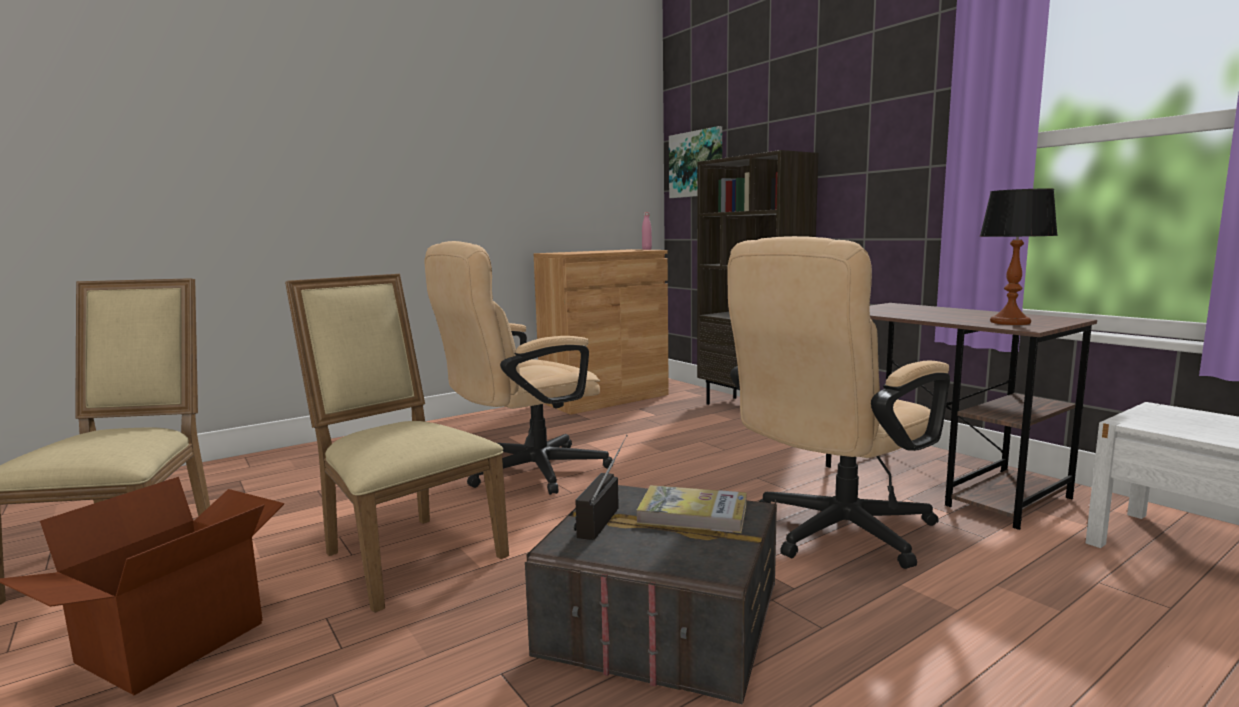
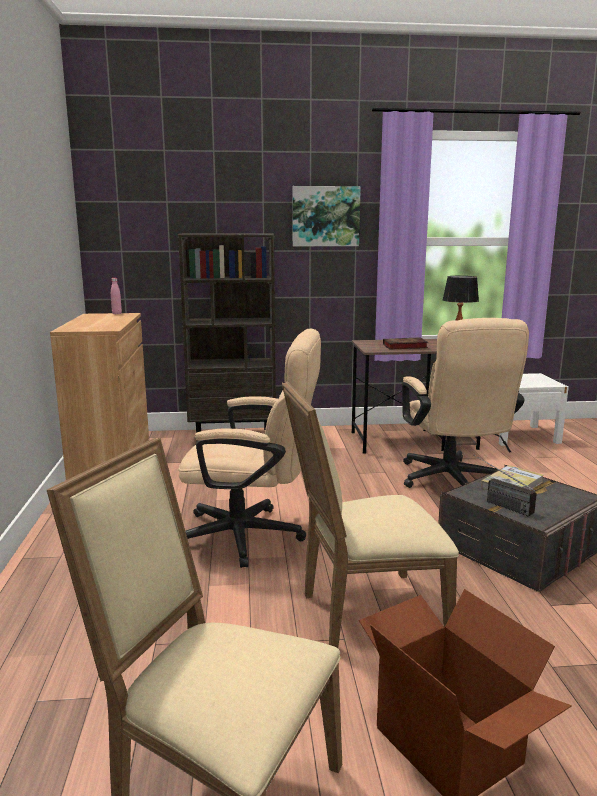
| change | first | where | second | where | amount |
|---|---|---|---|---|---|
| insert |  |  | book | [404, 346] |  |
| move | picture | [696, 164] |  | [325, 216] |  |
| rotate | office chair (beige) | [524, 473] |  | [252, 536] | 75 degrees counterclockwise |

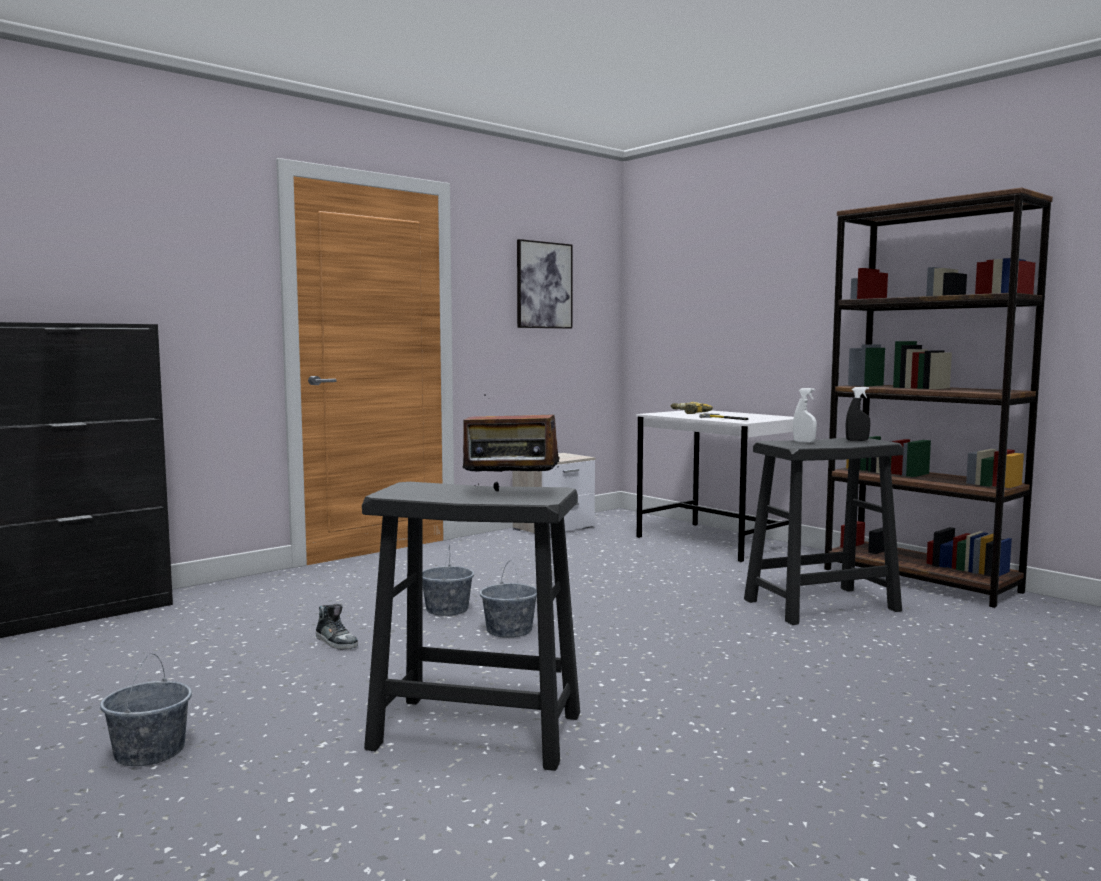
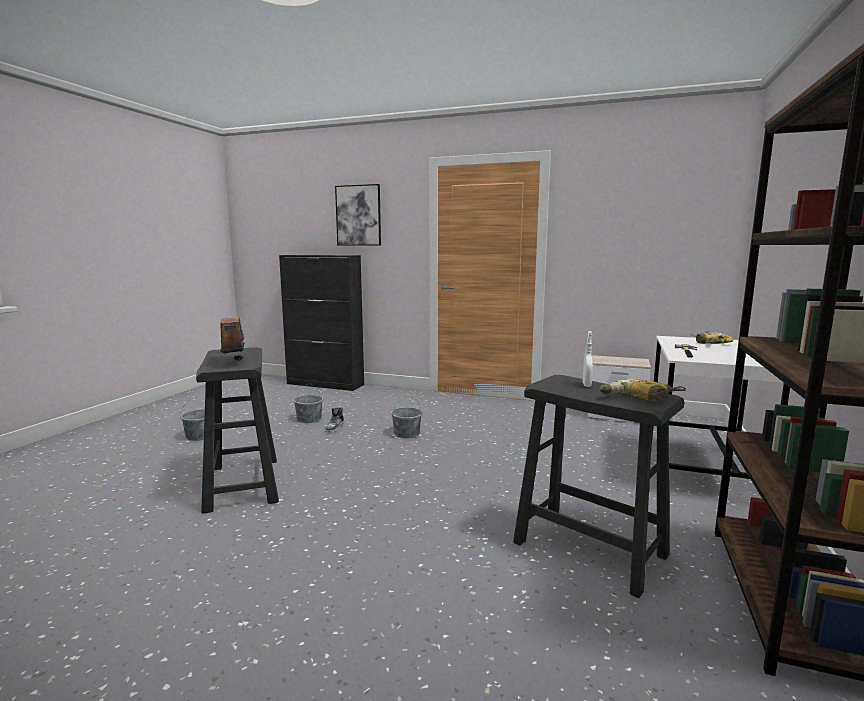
| change | first | where | second | where | amount |
|---|---|---|---|---|---|
| move | bucket (grey) | [509, 630] |  | [309, 419] |  |
| move | picture | [544, 285] |  | [358, 215] |  |
| replace | spray bottle (black) | [857, 440] | power drill | [639, 397] |  |

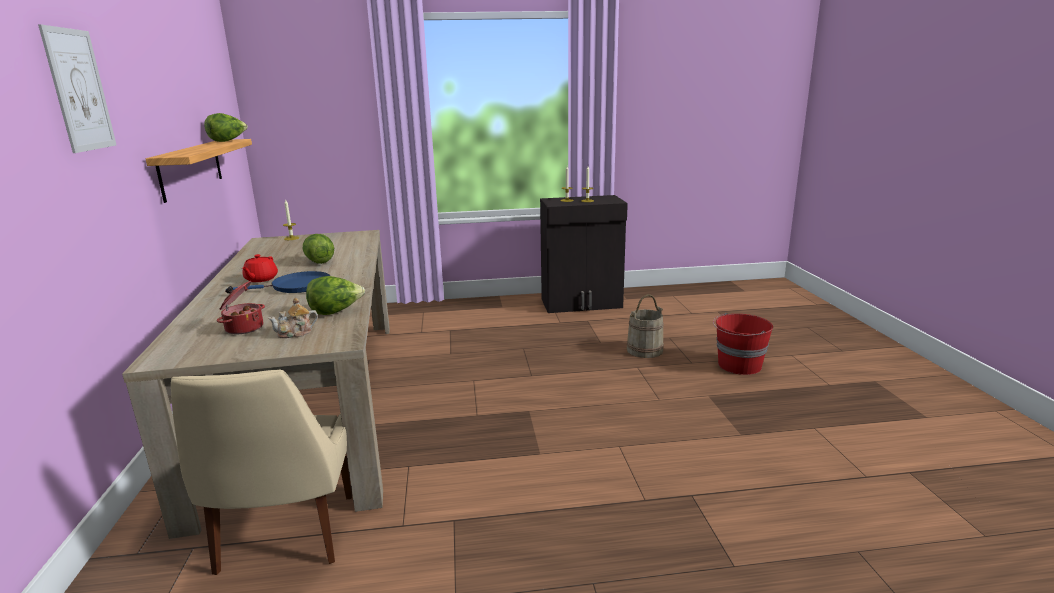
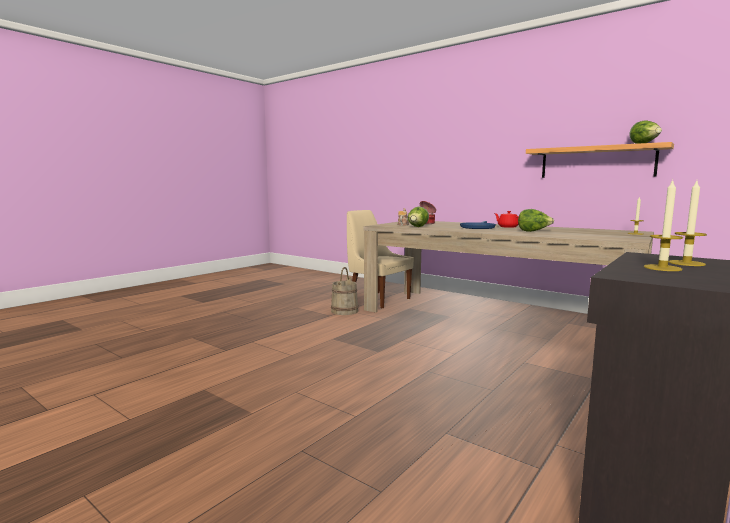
| change | first | where | second | where | amount |
|---|---|---|---|---|---|
| delete | picture | [79, 90] |  |  |  |
| delete | bucket (red) | [739, 365] |  |  |  |
| move | bucket (beige) | [644, 350] |  | [344, 311] |  |

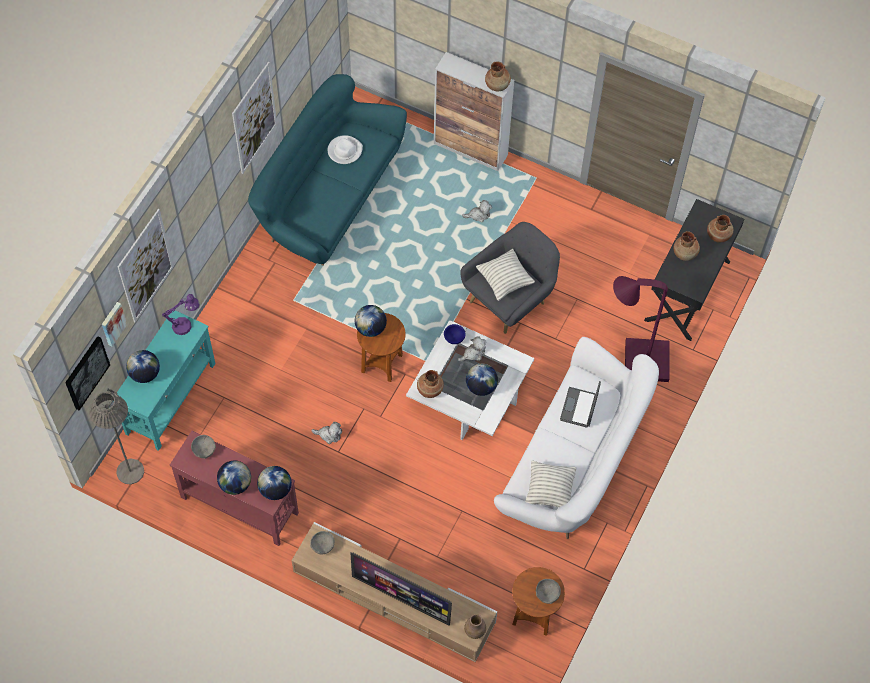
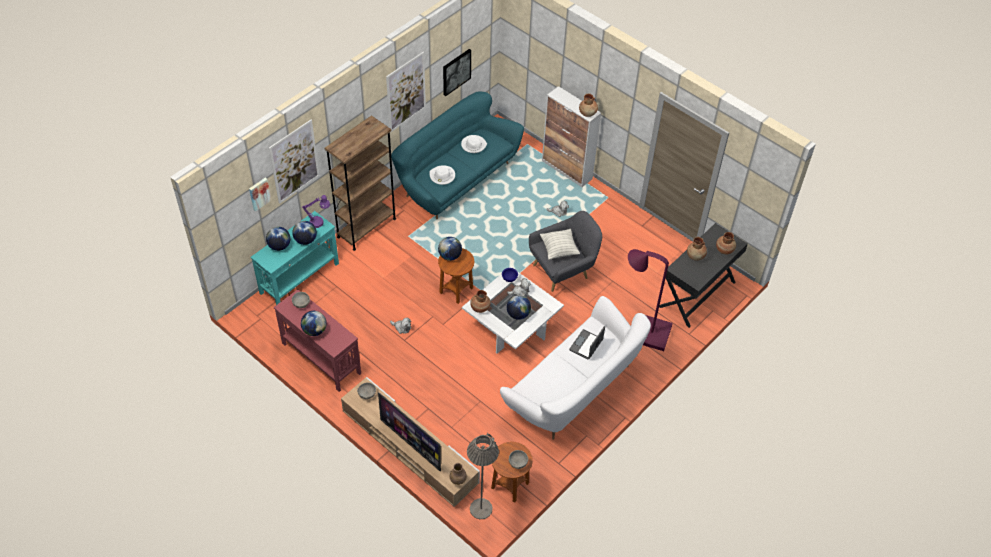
| change | first | where | second | where | amount |
|---|---|---|---|---|---|
| delete | pillow | [549, 491] |  |  |  |
| insert |  |  | bookcase (brown) | [366, 228] |  |
| insert |  |  | hat (white) | [442, 176] |  |
| move | picture | [86, 372] |  | [456, 72] |  |
| move | floor lamp (grey) | [130, 471] |  | [481, 509] |  |
| move | globe | [275, 489] |  | [305, 240] |  |

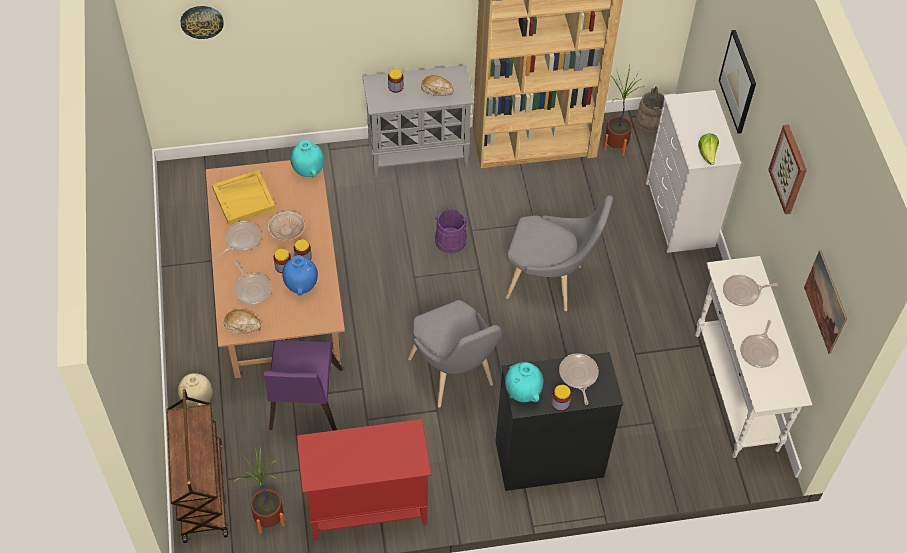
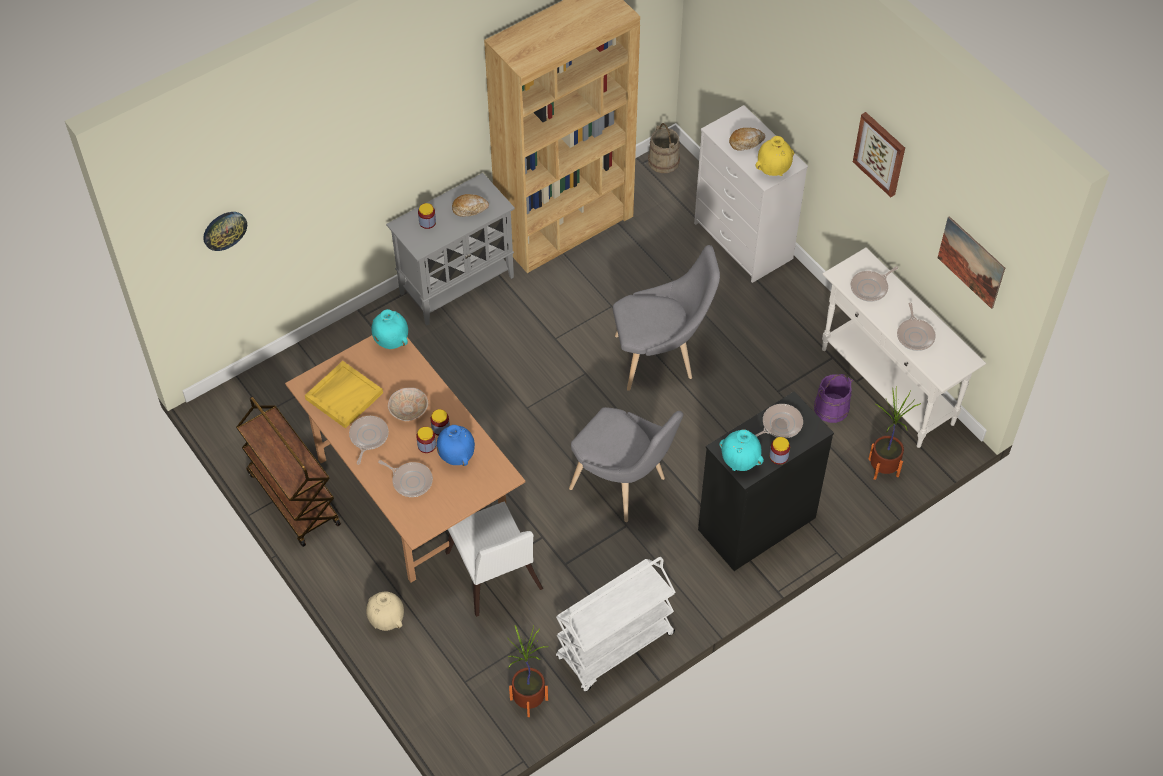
| change | first | where | second | where | amount |
|---|---|---|---|---|---|
| delete | picture | [738, 81] |  |  |  |
| move | cart (brown) | [202, 491] |  | [293, 498] |  |
| move | bread | [242, 324] |  | [746, 142] |  |
| move | bucket (purple) | [450, 240] |  | [831, 408] |  |
| move | potted plant | [615, 145] |  | [883, 468] |  |
| replace | cabinet (red) | [366, 508] | cart (white) | [615, 647] |  |
| replace | lettuce | [707, 155] | vase (yellow) | [773, 170] |  |
| recolor | chair (purple) | [304, 404] | chair (white) | [495, 577] |  |
| rotate | frying pan | [578, 375] |  | [780, 424] | 90 degrees clockwise |

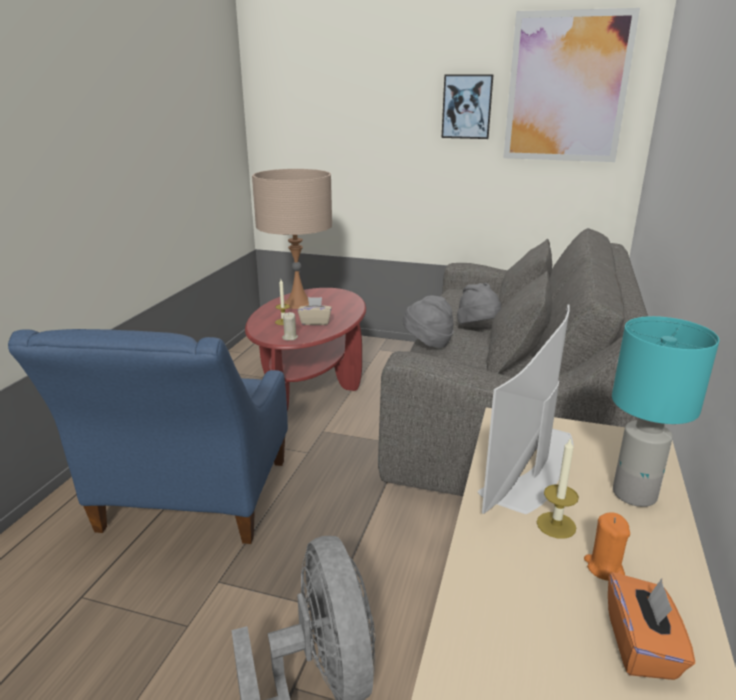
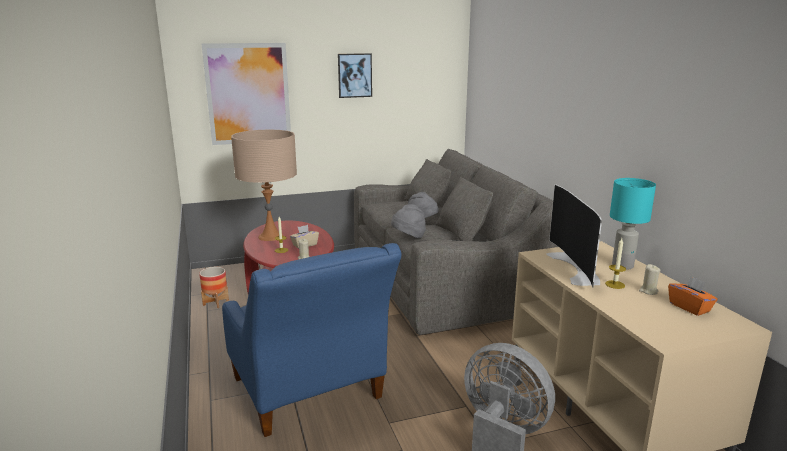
| change | first | where | second | where | amount |
|---|---|---|---|---|---|
| insert |  |  | planter | [216, 302] |  |
| move | picture | [566, 88] |  | [248, 94] |  |
| recolor | candle (orange) | [604, 567] | candle (beige) | [648, 291] |  |

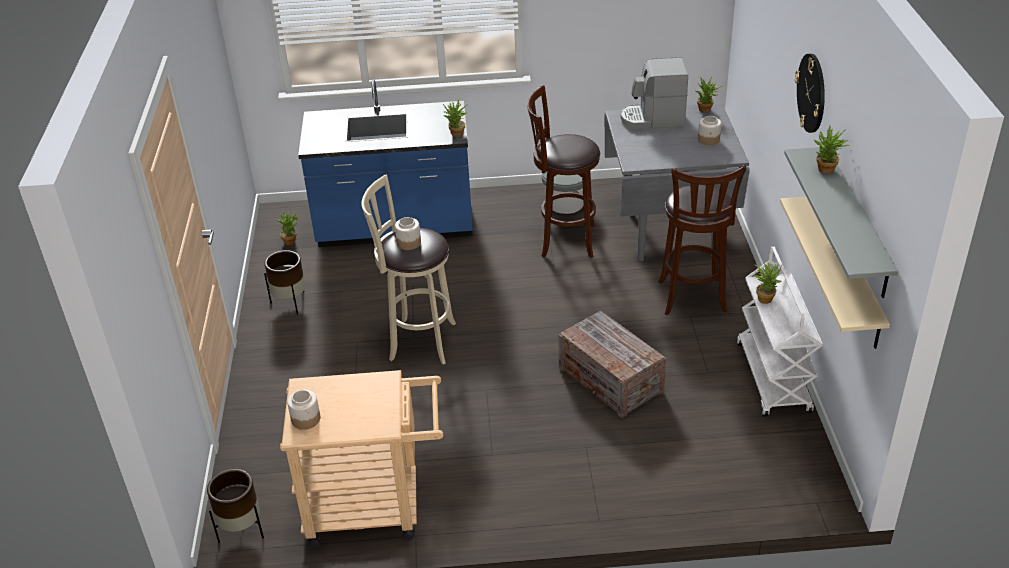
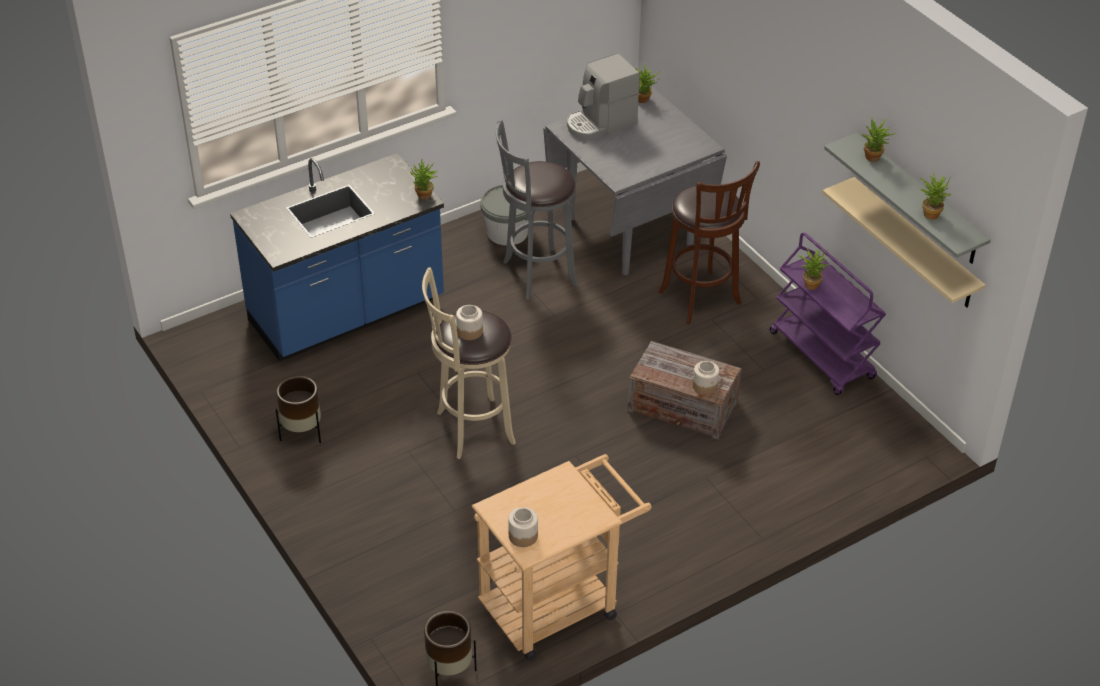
| change | first | where | second | where | amount |
|---|---|---|---|---|---|
| delete | wall clock | [811, 93] |  |  |  |
| move | potted plant | [291, 240] |  | [930, 213] |  |
| move | jar | [708, 140] |  | [705, 386] |  |
| recolor | stool (brown) | [564, 240] | stool (grey) | [535, 274] |  |
| recolor | cart (white) | [773, 378] | cart (purple) | [822, 356] |  |

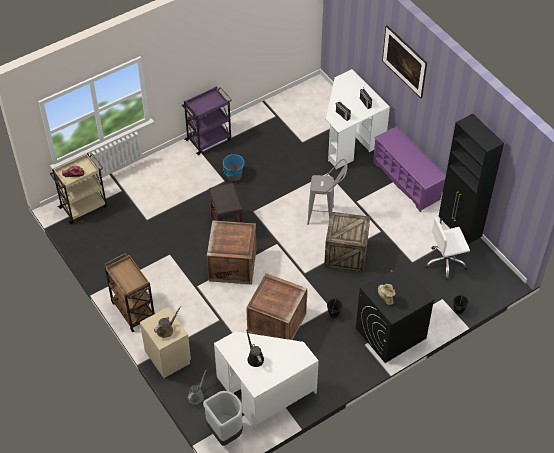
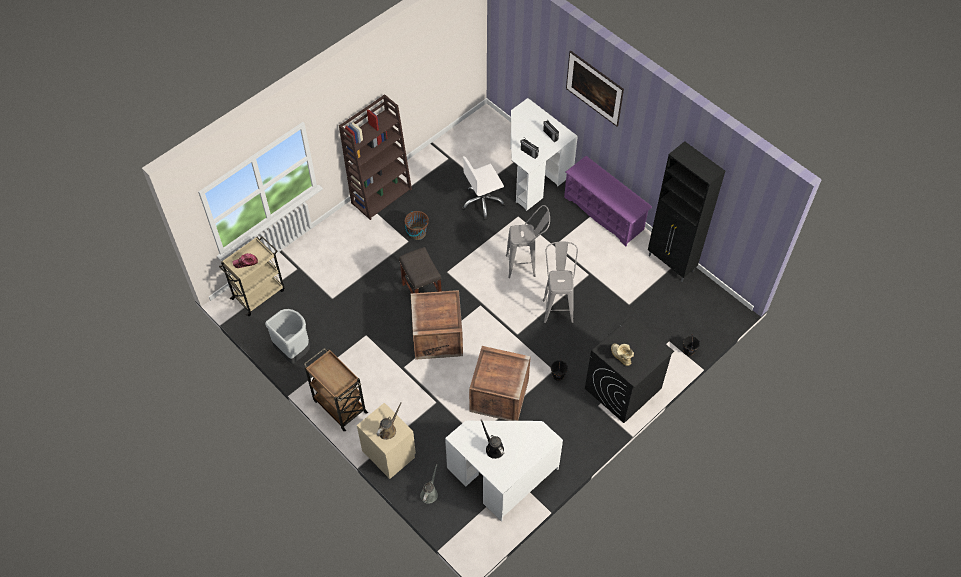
| change | first | where | second | where | amount |
|---|---|---|---|---|---|
| move | trash can (grey) | [225, 432] |  | [294, 351] |  |
| move | office chair (white) | [445, 262] |  | [482, 202] |  |
| replace | cart (purple) | [209, 139] | bookcase (brown) | [381, 195] |  |
| replace | crate | [346, 254] | stool (grey) | [557, 306] |  |
| recolor | bucket (blue) | [234, 175] | bucket (brown) | [417, 233] |  |

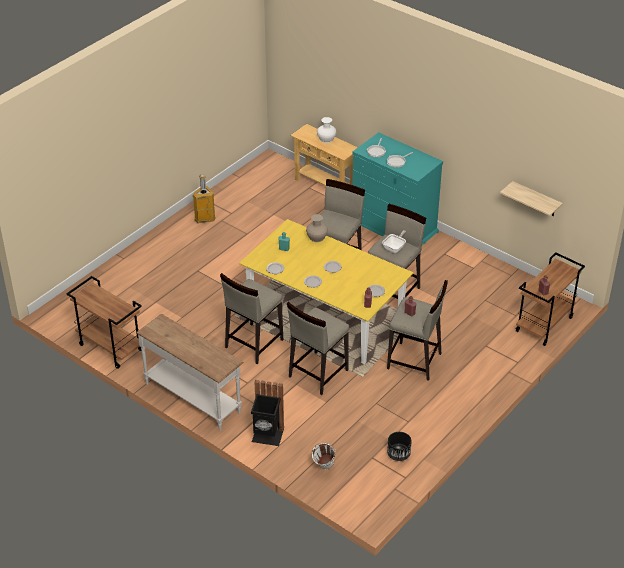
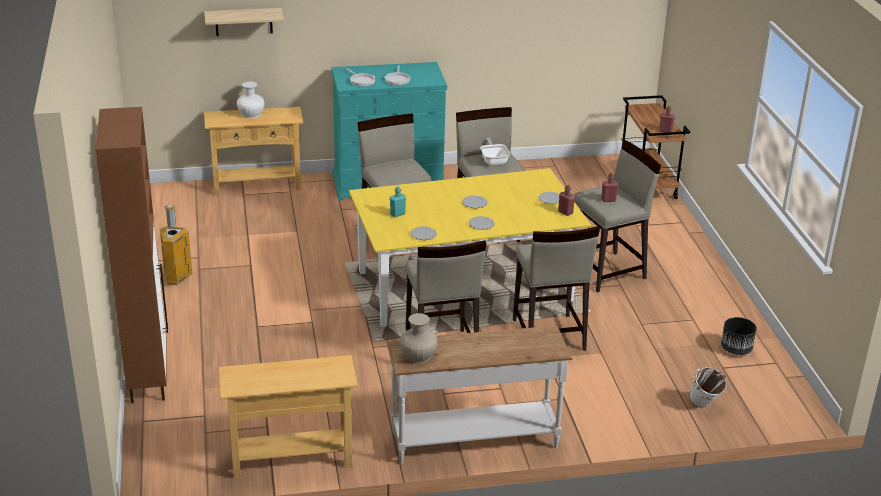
| change | first | where | second | where | amount |
|---|---|---|---|---|---|
| delete | trash can (black) | [267, 436] |  |  |  |
| insert |  |  | cabinet (brown) | [148, 377] |  |
| move | vase (beige) | [316, 237] |  | [418, 355] |  |
| move | shelf | [536, 199] |  | [243, 21] |  |
| replace | cart (brown) | [110, 347] | console table (beige) | [291, 459] |  |

